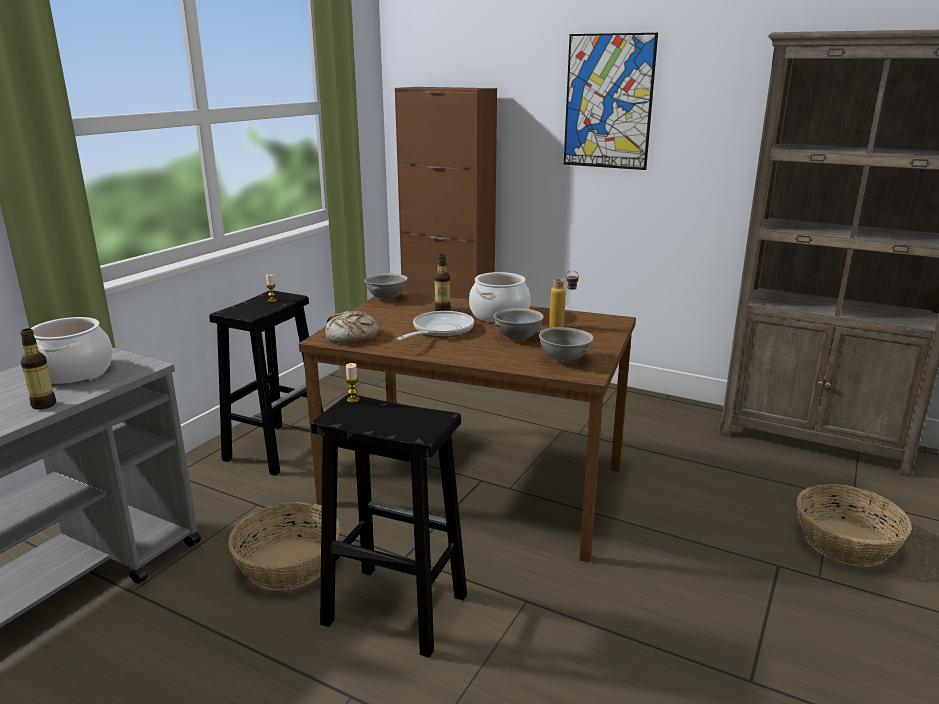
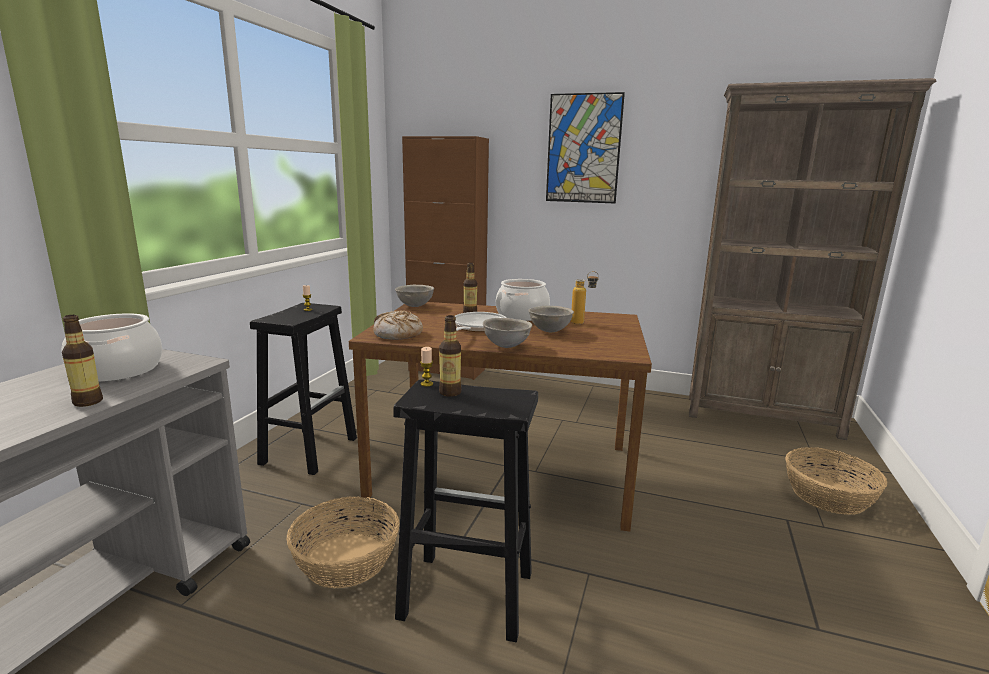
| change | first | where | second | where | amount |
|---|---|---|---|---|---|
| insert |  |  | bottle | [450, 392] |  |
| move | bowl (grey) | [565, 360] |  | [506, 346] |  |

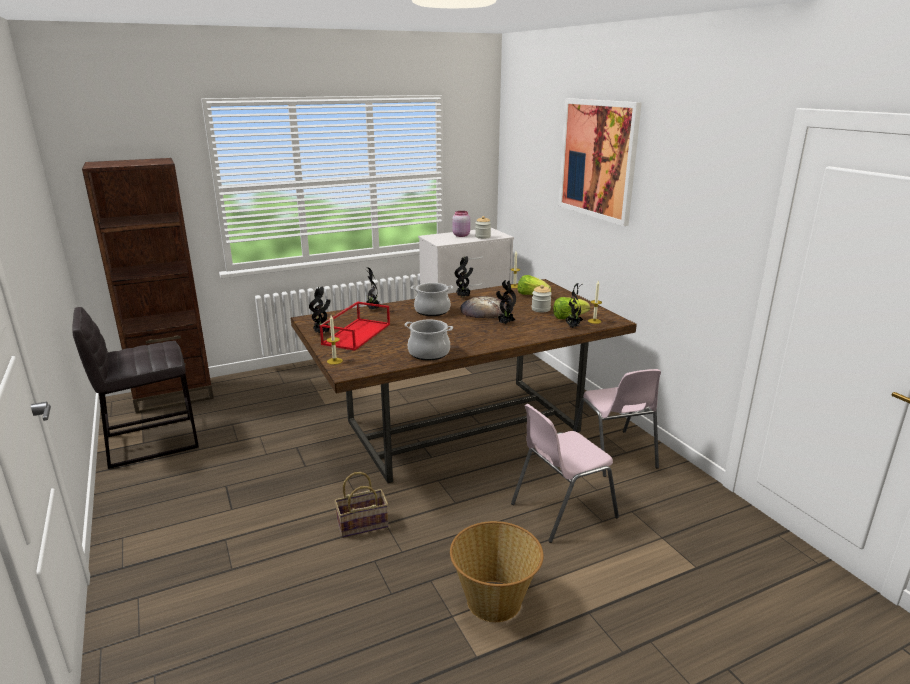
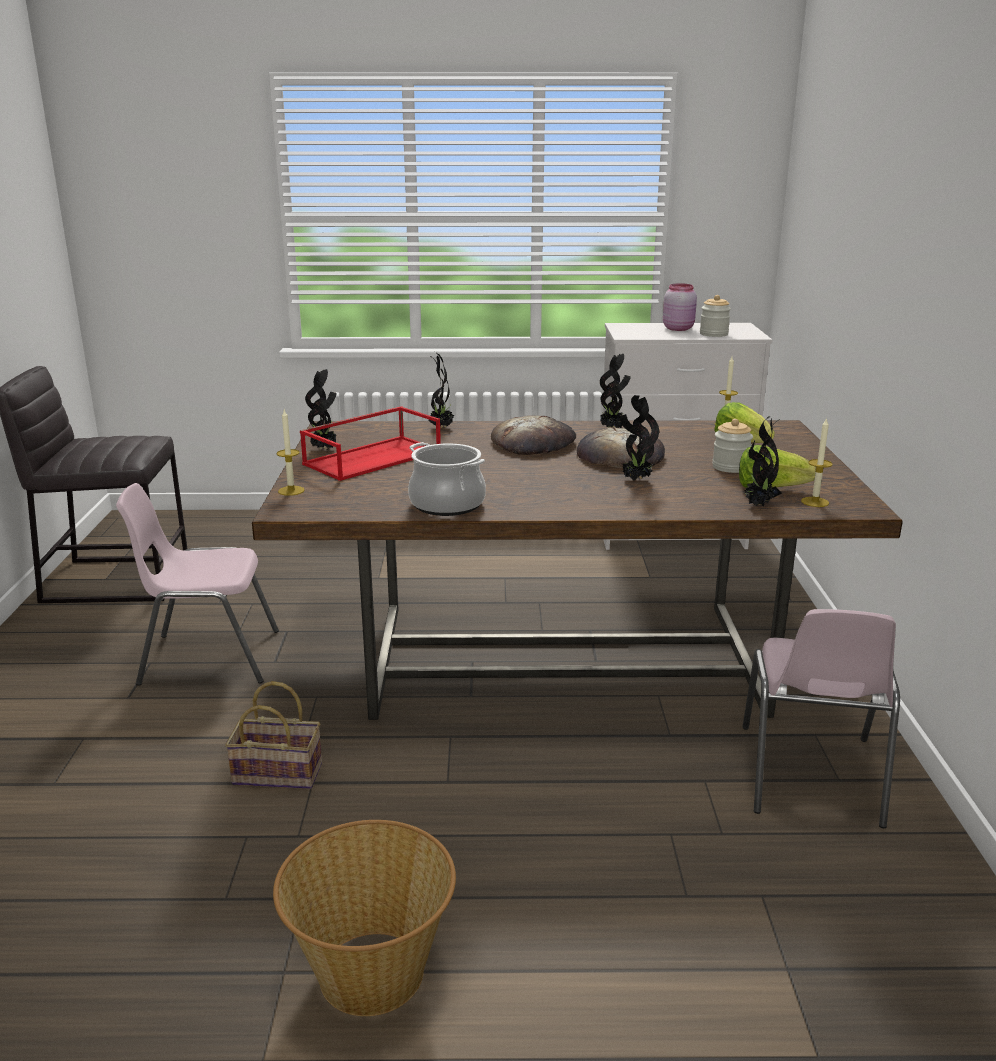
| change | first | where | second | where | amount |
|---|---|---|---|---|---|
| delete | bookcase (brown) | [174, 395] |  |  |  |
| delete | picture | [597, 159] |  |  |  |
| move | chair (pink) | [561, 510] |  | [208, 657] |  |
| replace | cooking pot | [432, 311] | bread | [533, 442] |  |

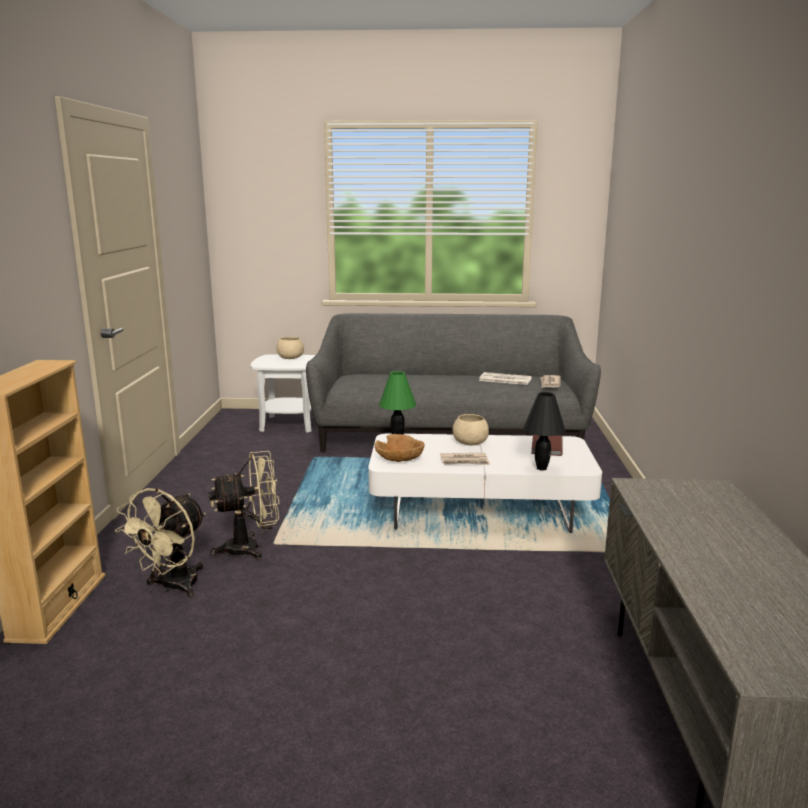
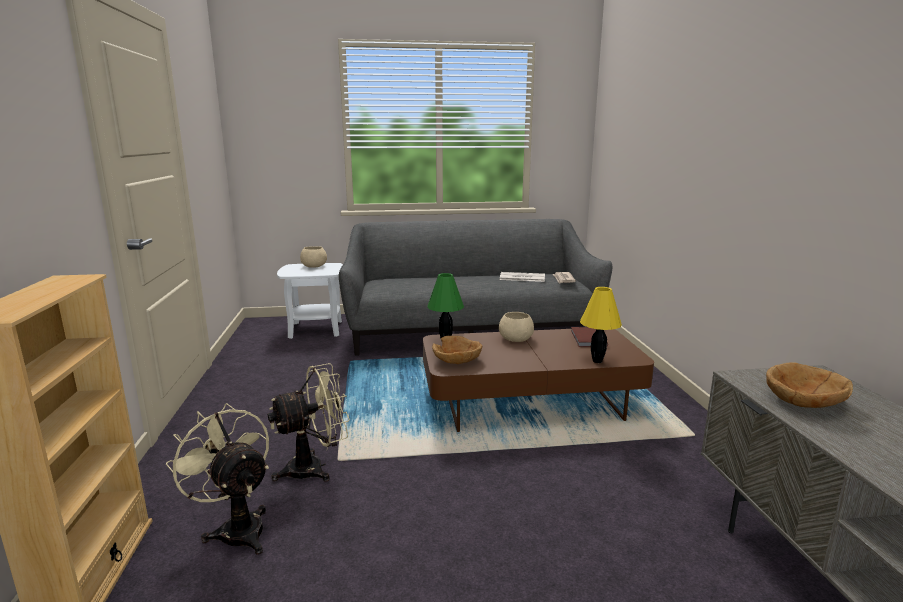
| change | first | where | second | where | amount |
|---|---|---|---|---|---|
| delete | newspaper | [464, 461] |  |  |  |
| insert |  |  | bowl (brown) | [804, 401] |  |
| recolor | coffee table (white) | [479, 509] | coffee table (brown) | [529, 403] |  |
| recolor | table lamp (black) | [541, 468] | table lamp (yellow) | [597, 361] |  |
| rotate | fan (beige) | [172, 587] |  | [237, 528] | 120 degrees clockwise |

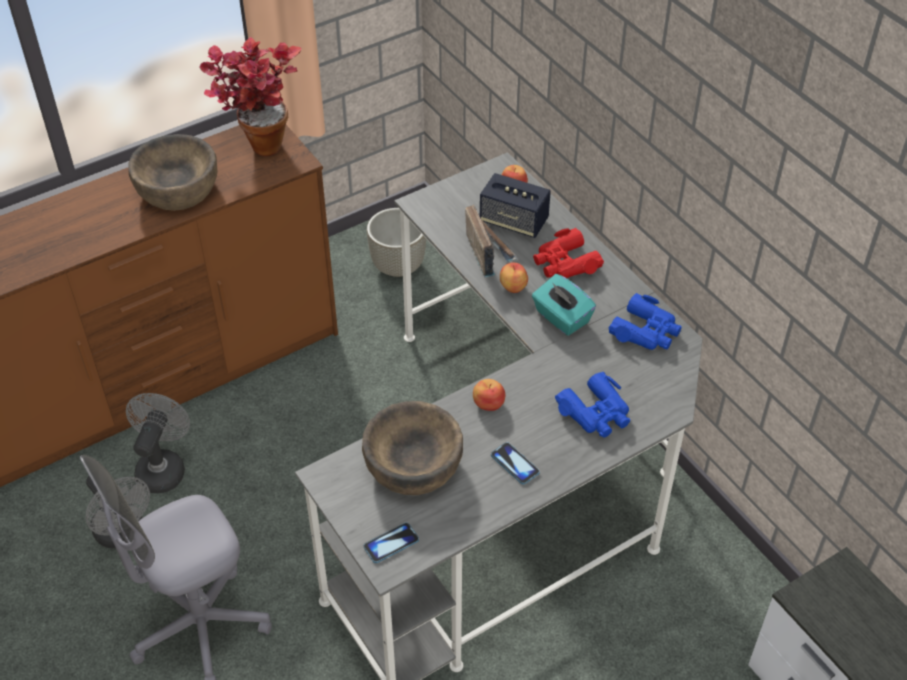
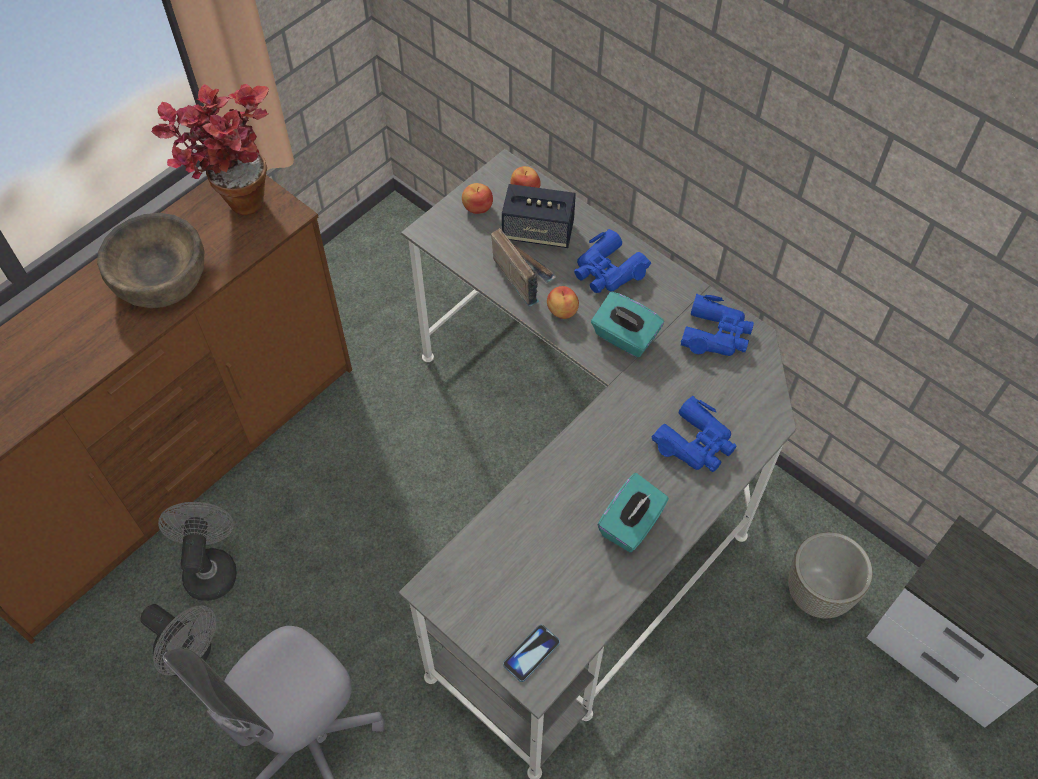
| change | first | where | second | where | amount |
|---|---|---|---|---|---|
| delete | bowl (brown) | [413, 465] |  |  |  |
| move | planter (grey) | [397, 267] |  | [816, 594] |  |
| move | apple | [488, 403] |  | [477, 207] |  |
| replace | phone | [514, 464] | tissue box (turquoise) | [631, 524] |  |
| recolor | binoculars (red) | [565, 263] | binoculars (blue) | [607, 271] |  |

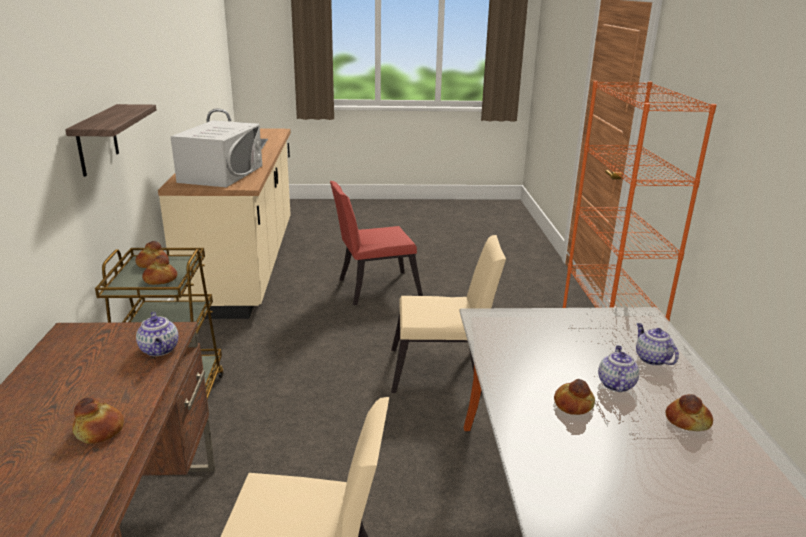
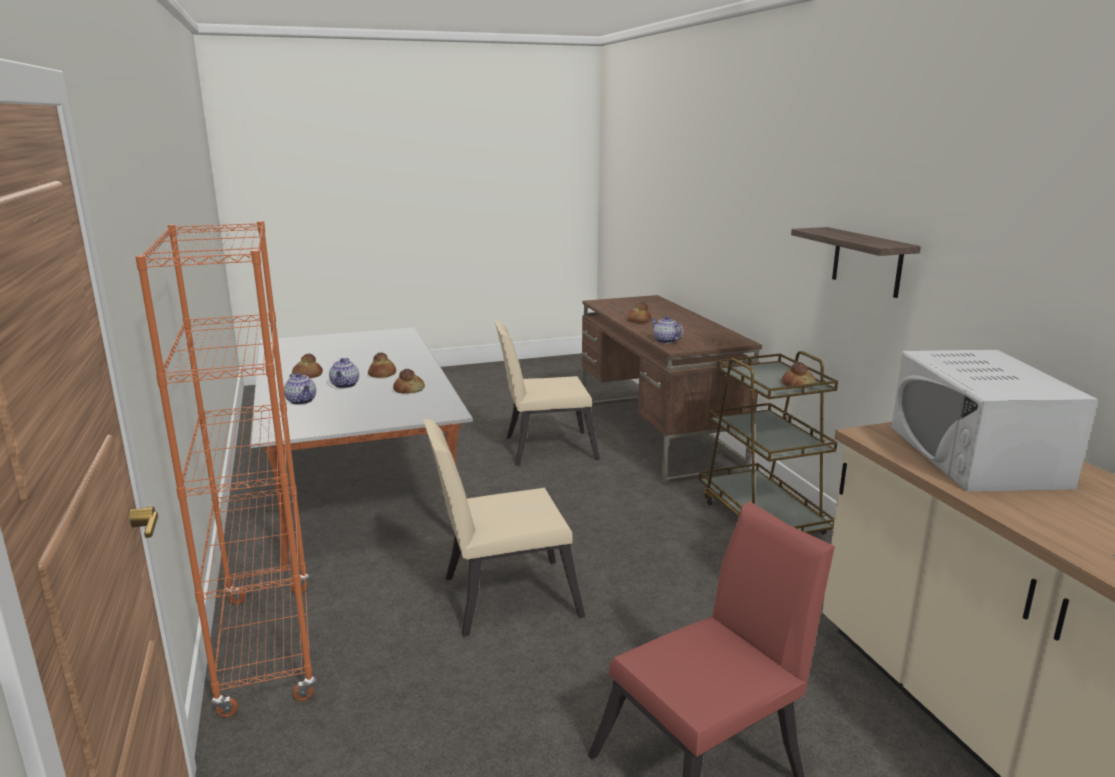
| change | first | where | second | where | amount |
|---|---|---|---|---|---|
| move | bread | [160, 280] |  | [409, 389] |  |

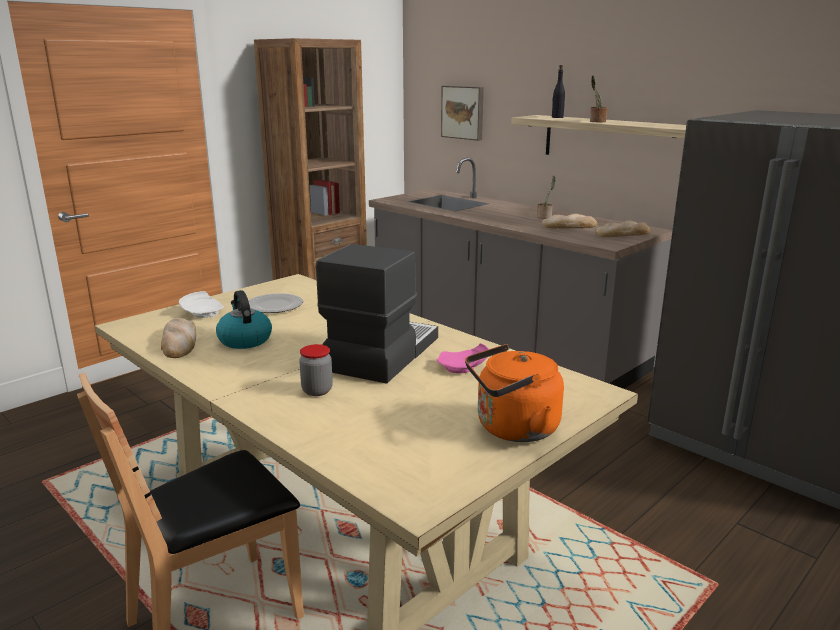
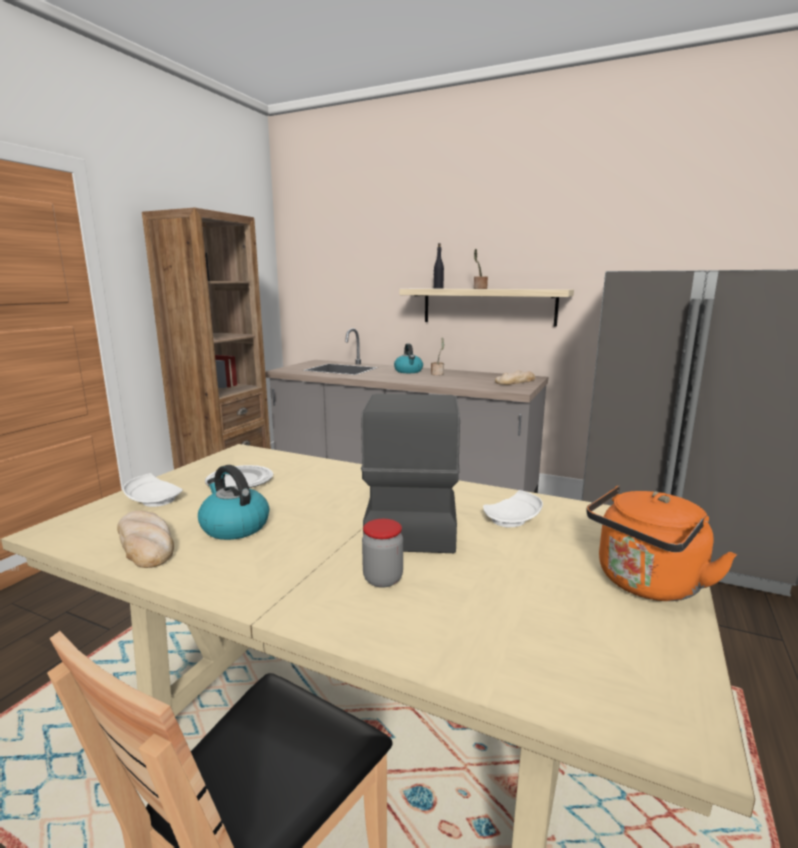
| change | first | where | second | where | amount |
|---|---|---|---|---|---|
| delete | picture | [463, 112] |  |  |  |
| delete | bread | [569, 226] |  |  |  |
| insert |  |  | kettle | [408, 371] |  |
| recolor | plate (pink) | [463, 368] | plate (white) | [512, 520] |  |

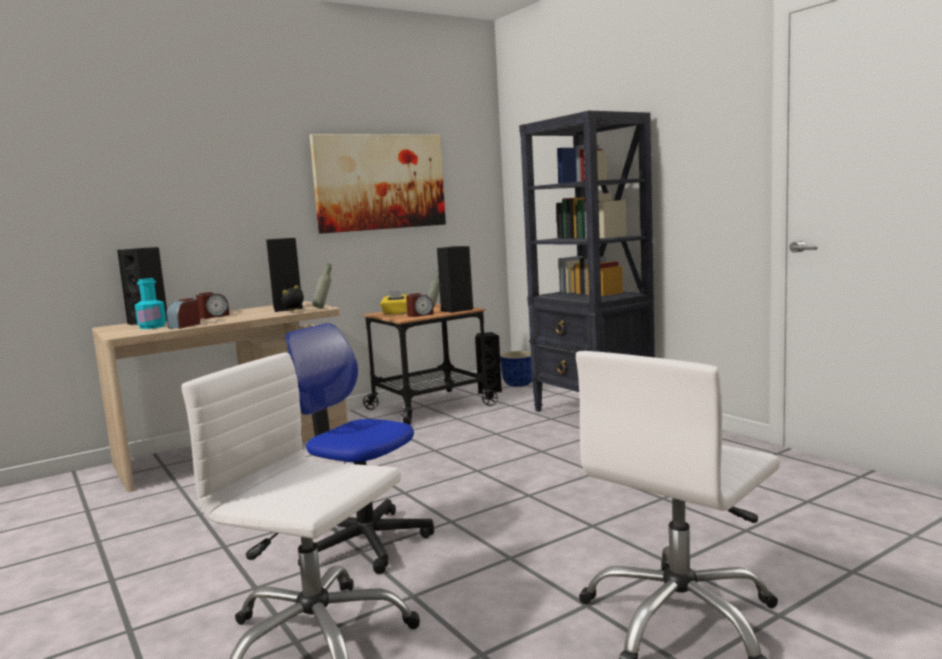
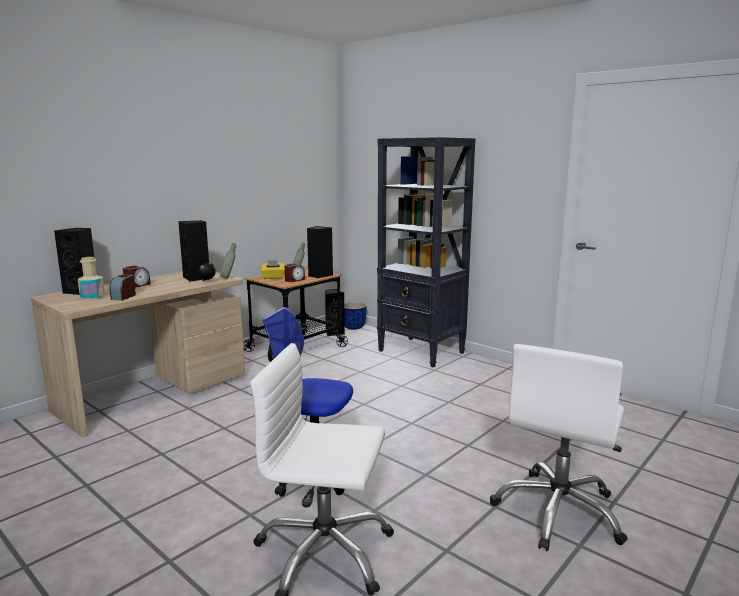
| change | first | where | second | where | amount |
|---|---|---|---|---|---|
| delete | picture | [380, 182] |  |  |  |
| recolor | bottle (turquoise) | [152, 327] | bottle (beige) | [92, 297] |  |

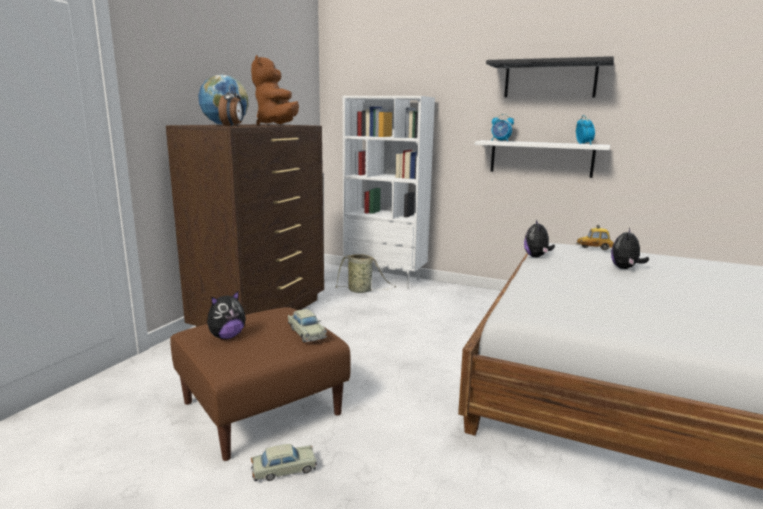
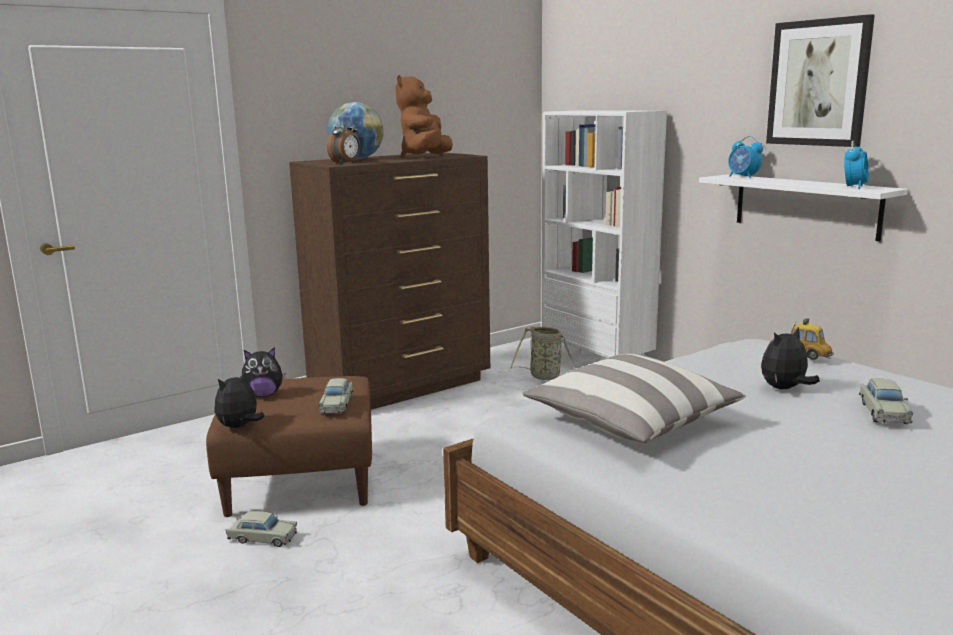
| change | first | where | second | where | amount |
|---|---|---|---|---|---|
| insert |  |  | pillow | [632, 422] |  |
| insert |  |  | toy car (beige) | [883, 412] |  |
| move | plush toy | [536, 257] |  | [239, 427] |  |
| replace | shelf (black) | [550, 80] | picture | [818, 83] |  |

